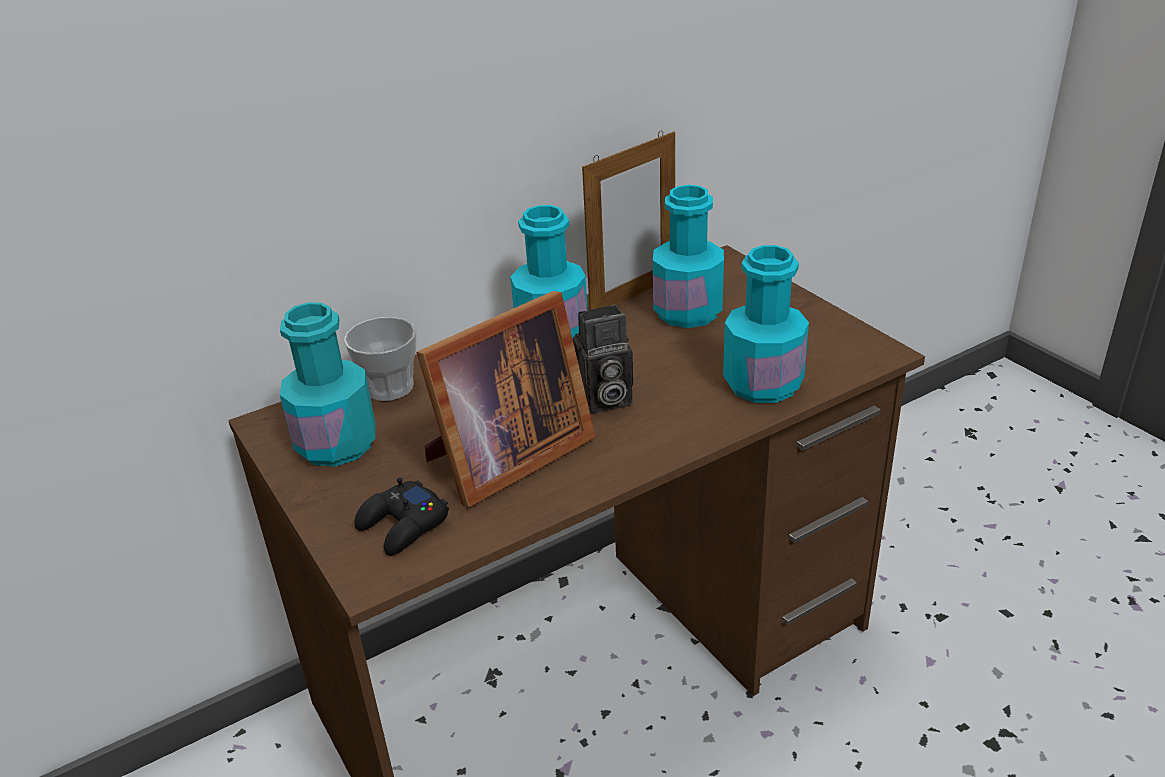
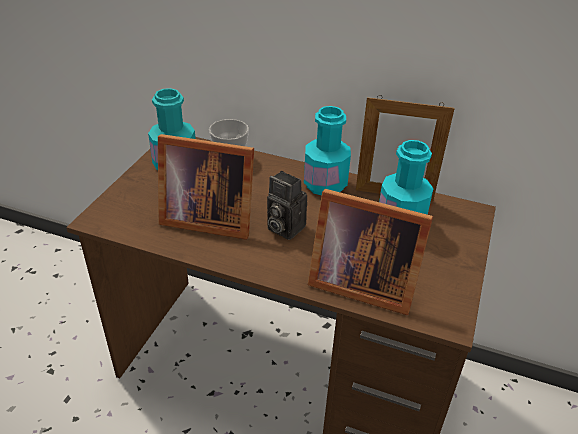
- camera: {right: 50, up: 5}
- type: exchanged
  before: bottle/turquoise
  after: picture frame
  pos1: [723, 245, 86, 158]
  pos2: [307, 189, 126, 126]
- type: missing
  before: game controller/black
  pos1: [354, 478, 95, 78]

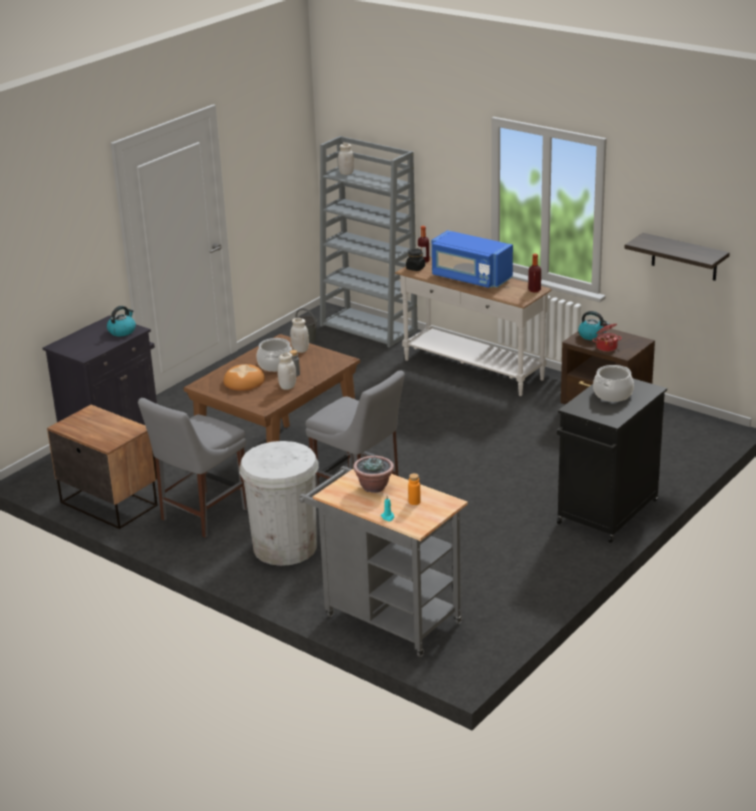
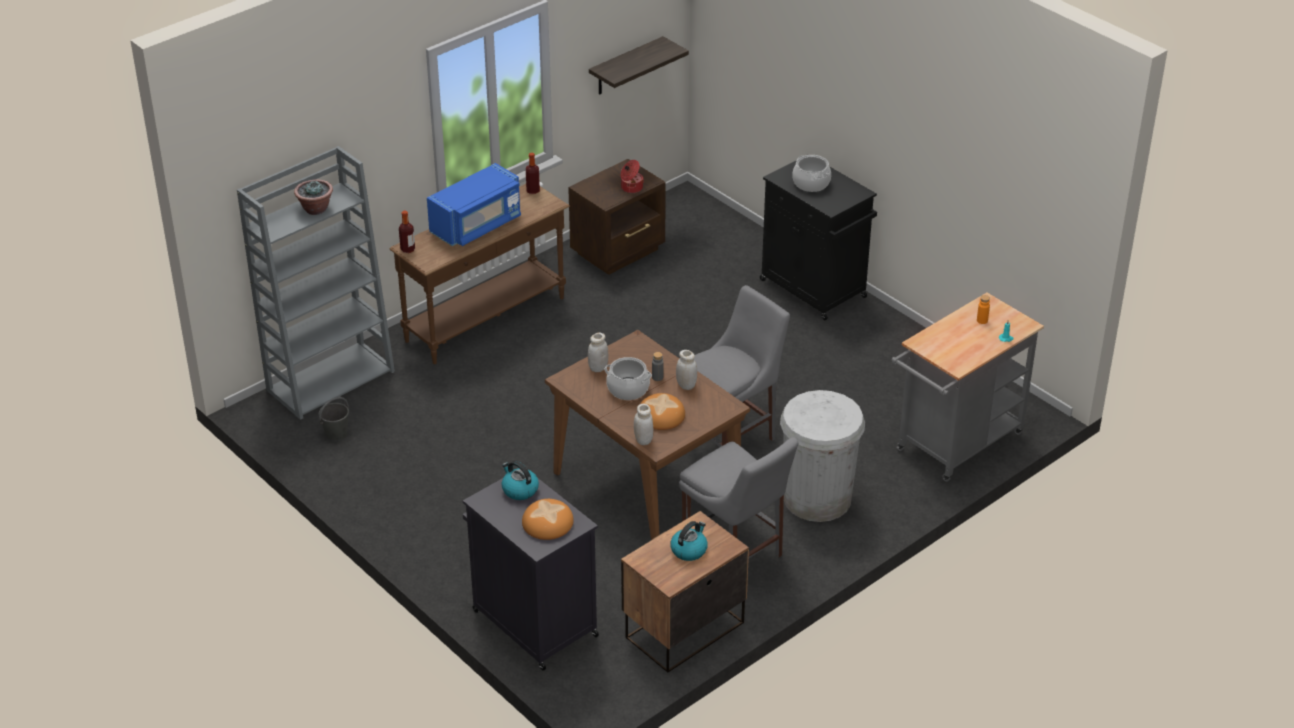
- camera: {right: -80, up: 10}
- type: relocated
  before: jar/white
  pos1: [338, 144, 16, 31]
  pos2: [634, 404, 20, 41]
- type: missing
  before: jar/black
  pos1: [406, 249, 19, 22]
- type: colour
  before: console table/white
  after: console table/brown
  pos1: [395, 257, 157, 139]
  pos2: [390, 184, 180, 180]
- type: relocated
  before: kettle
  pos1: [578, 311, 32, 29]
  pos2: [670, 521, 38, 40]
- type: relocated
  before: potted plant
  pos1: [353, 456, 41, 37]
  pos2: [294, 179, 39, 36]
- type: appeared
  after: bread
  pos2: [522, 499, 52, 41]

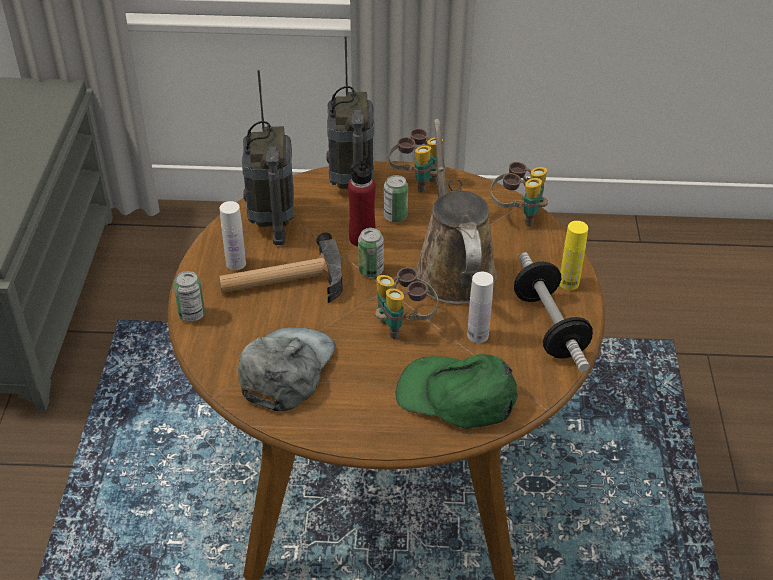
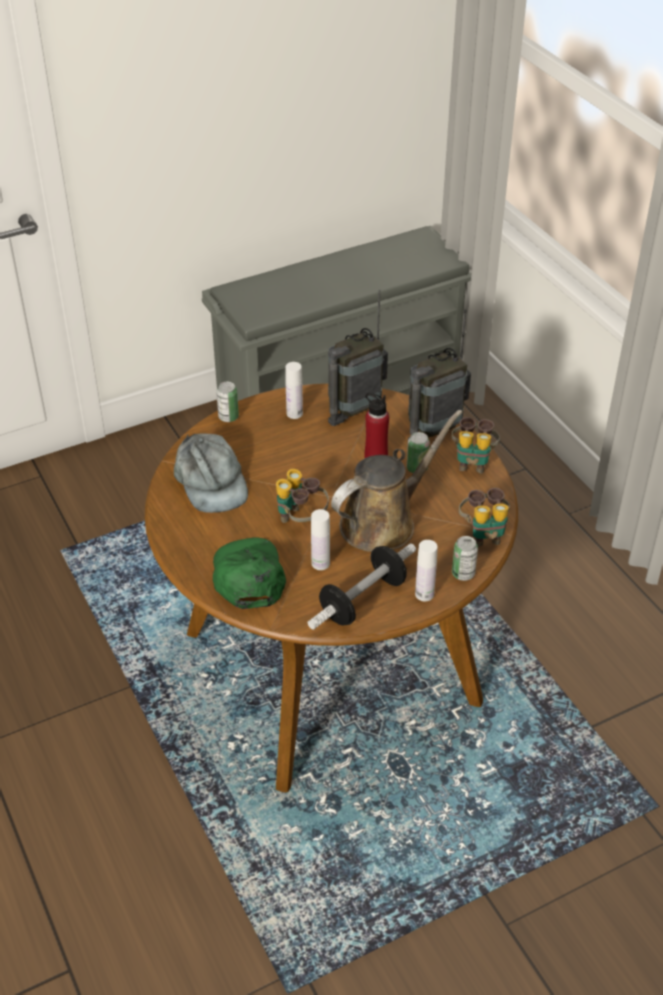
- camera: {right: 60, up: 0}
- type: colour
  before: bottle/yellow
  after: bottle/white
  pos1: [560, 221, 28, 69]
  pos2: [415, 540, 23, 61]
- type: relocated
  before: can
  pos1: [358, 228, 26, 49]
  pos2: [452, 536, 26, 45]
- type: missing
  before: hammer
  pos1: [219, 233, 124, 70]
- type: spun
  before: cap/grey
  pos1: [238, 327, 97, 84]
  pos2: [174, 434, 74, 79]
  turn: 75

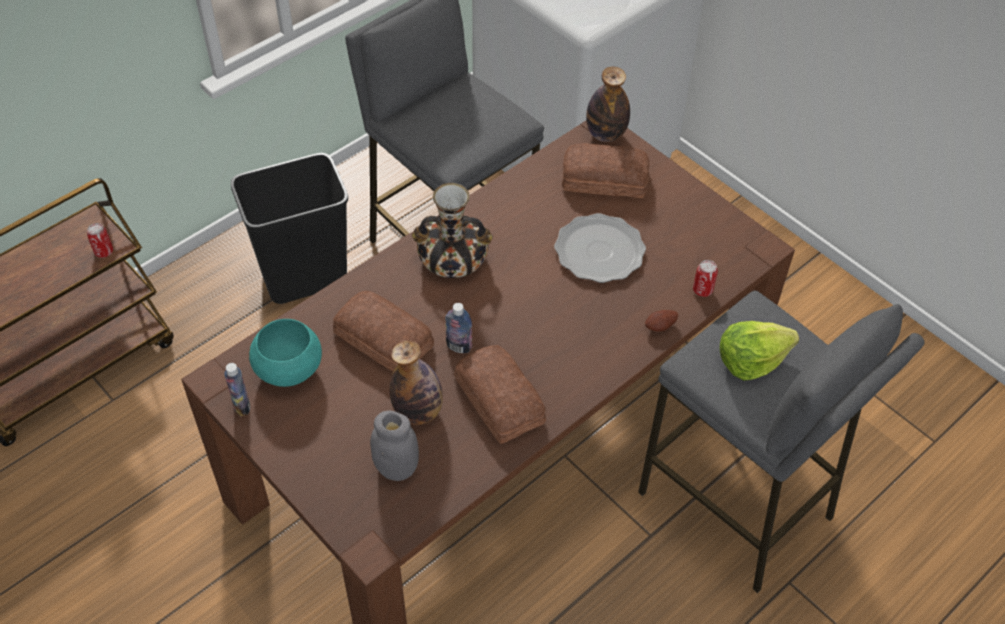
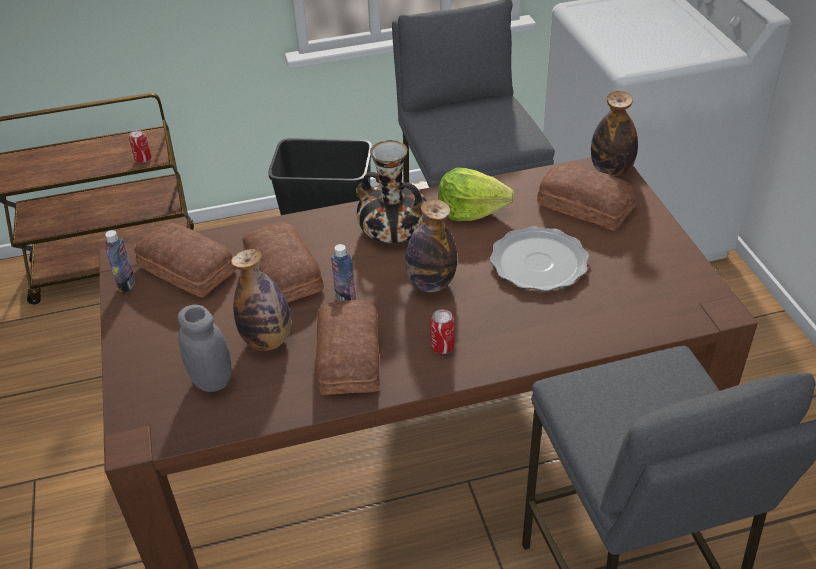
- camera: {right: 30, up: -10}
- type: relocated
  before: can
  pos1: [693, 260, 25, 37]
  pos2: [430, 310, 24, 44]
- type: missing
  before: potato
  pos1: [645, 310, 33, 21]
- type: exchanged
  before: bowl/turquoise
  after: bread
  pos1: [249, 319, 73, 68]
  pos2: [134, 223, 102, 74]
- type: relocated
  before: lettuce
  pos1: [719, 321, 80, 59]
  pos2: [438, 167, 76, 54]
- type: appeared
  after: bottle
  pos2: [405, 199, 52, 93]

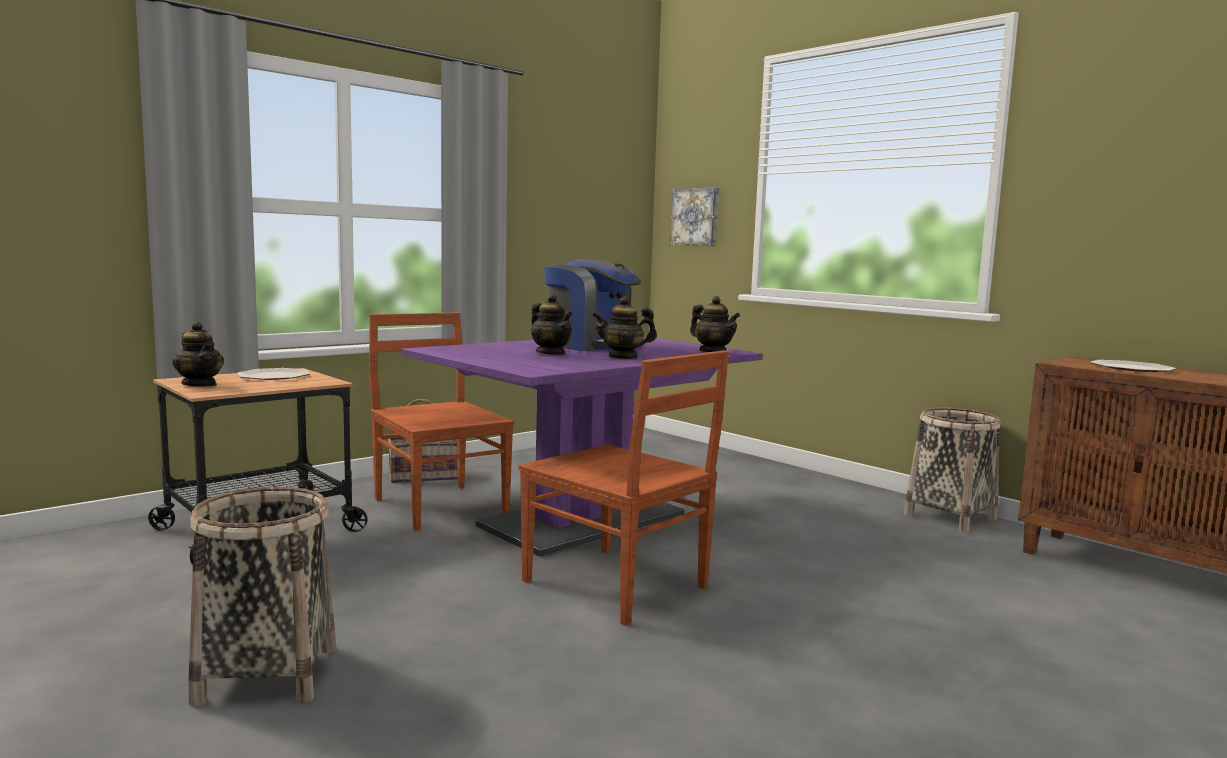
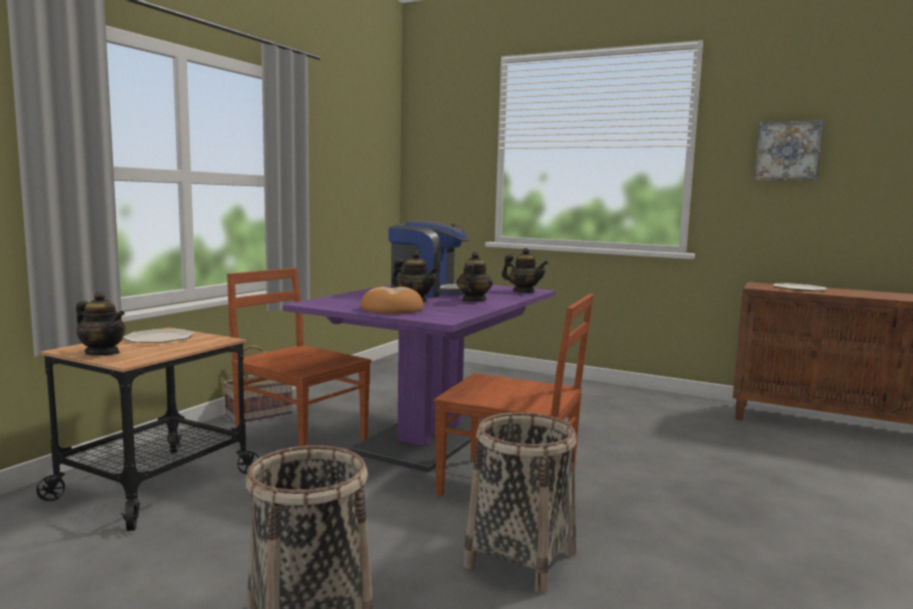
- camera: {right: -20, up: 0}
- type: relocated
  before: picture
  pos1: [670, 187, 49, 59]
  pos2: [754, 120, 70, 61]
- type: spun
  before: teapot
  pos1: [592, 296, 65, 63]
  pos2: [457, 252, 36, 50]
  turn: 135
- type: relocated
  before: basket
  pos1: [904, 407, 97, 125]
  pos2: [463, 412, 114, 181]
- type: appeared
  after: bread
  pos2: [360, 286, 63, 28]

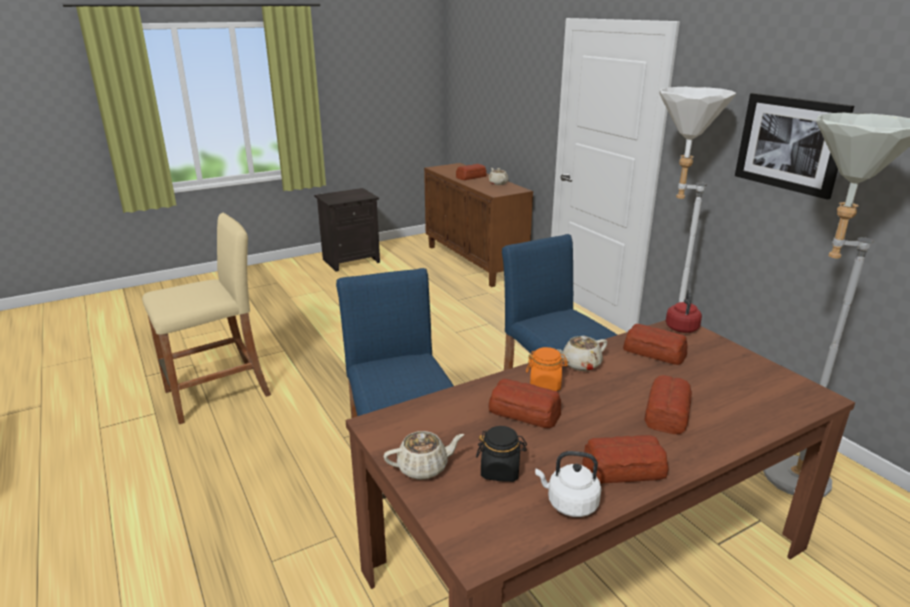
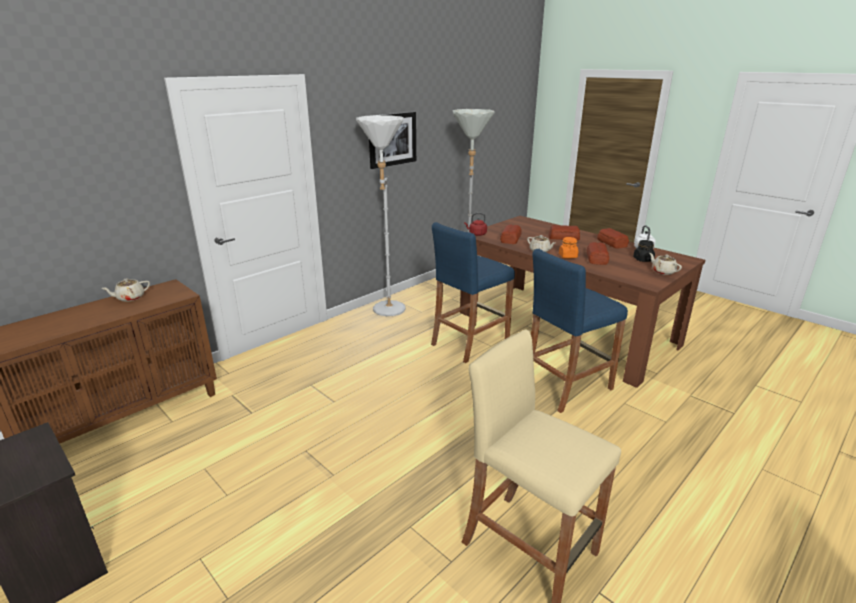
- camera: {right: -105, up: 0}
- type: missing
  before: bread
  pos1: [456, 164, 31, 16]

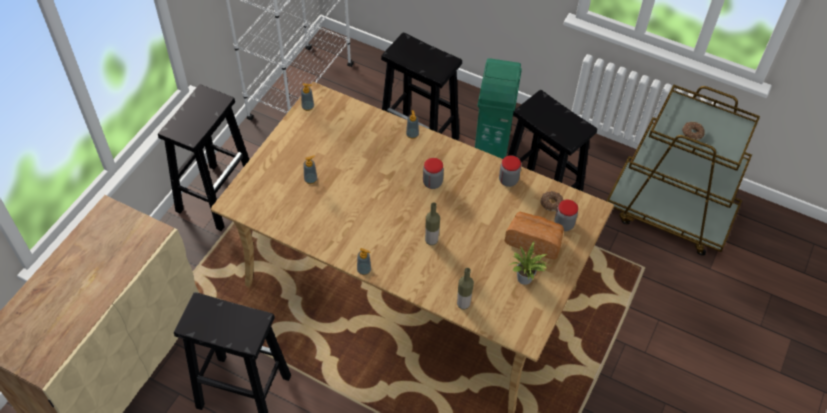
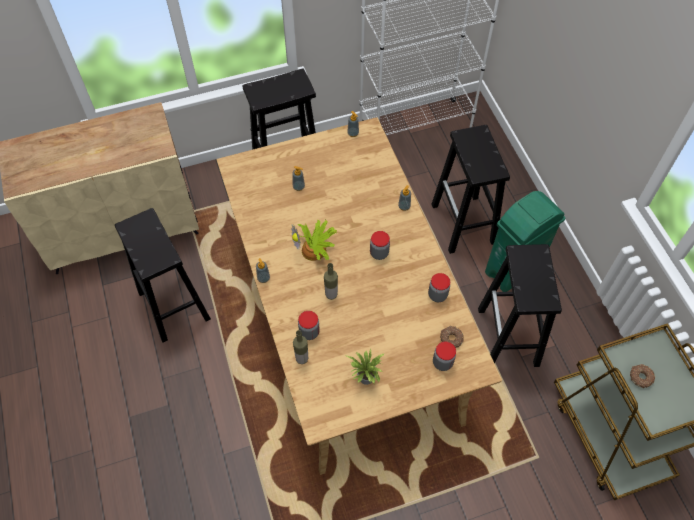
- camera: {right: 45, up: 5}
- type: missing
  before: bread
  pos1: [504, 212, 60, 48]
- type: appeared
  after: potted plant
  pos2: [291, 220, 46, 41]
- type: appeared
  after: jar
  pos2: [298, 311, 22, 29]

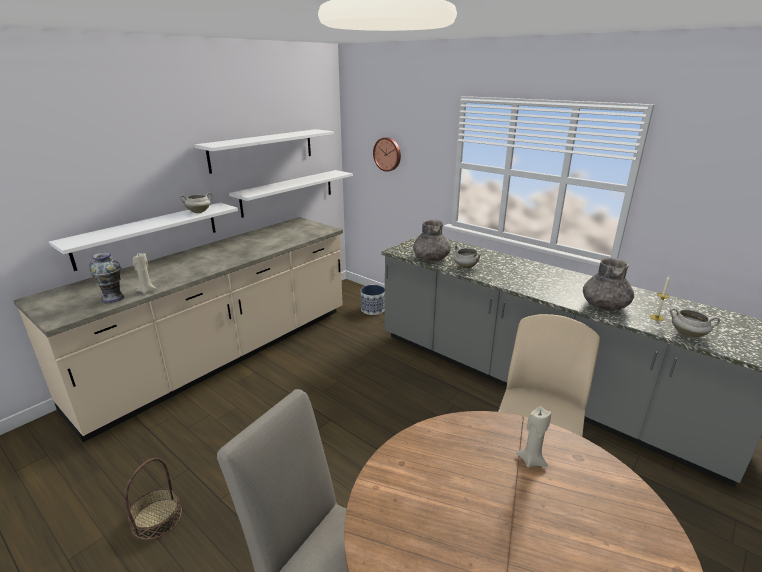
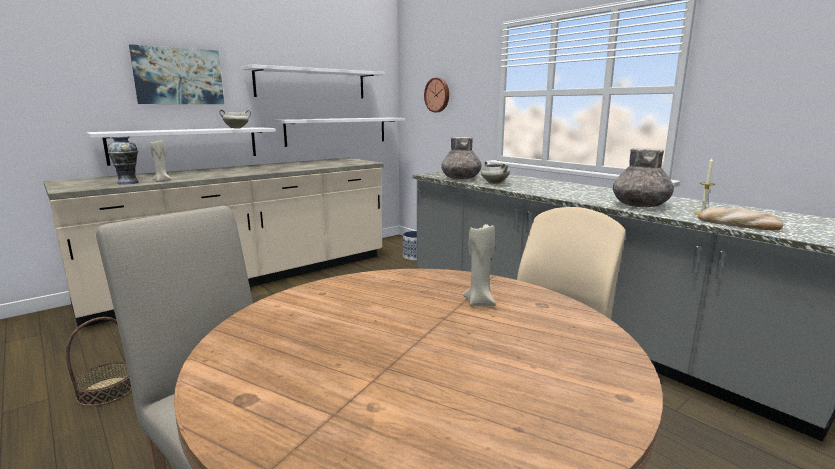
- camera: {right: 10, up: -10}
- type: exchanged
  before: cooking pot/white
  after: bread
  pos1: [670, 308, 50, 30]
  pos2: [698, 207, 85, 23]
- type: appeared
  after: picture
  pos2: [129, 44, 95, 60]

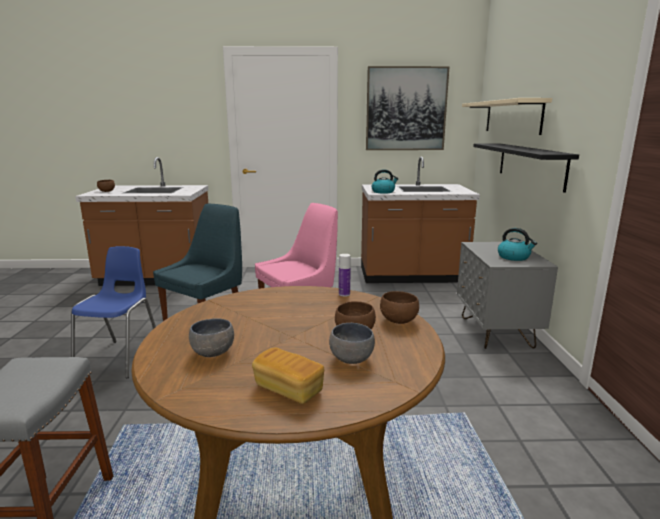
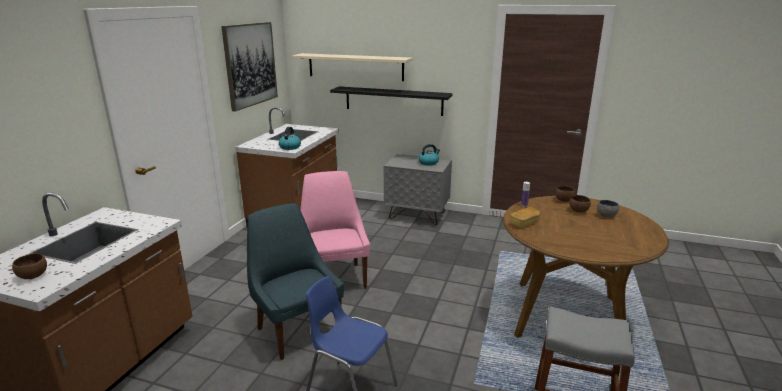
- camera: {right: -70, up: 5}
- type: missing
  before: bowl/grey
  pos1: [189, 318, 45, 39]
- type: relocated
  before: bread
  pos1: [252, 347, 72, 57]
  pos2: [511, 208, 29, 20]

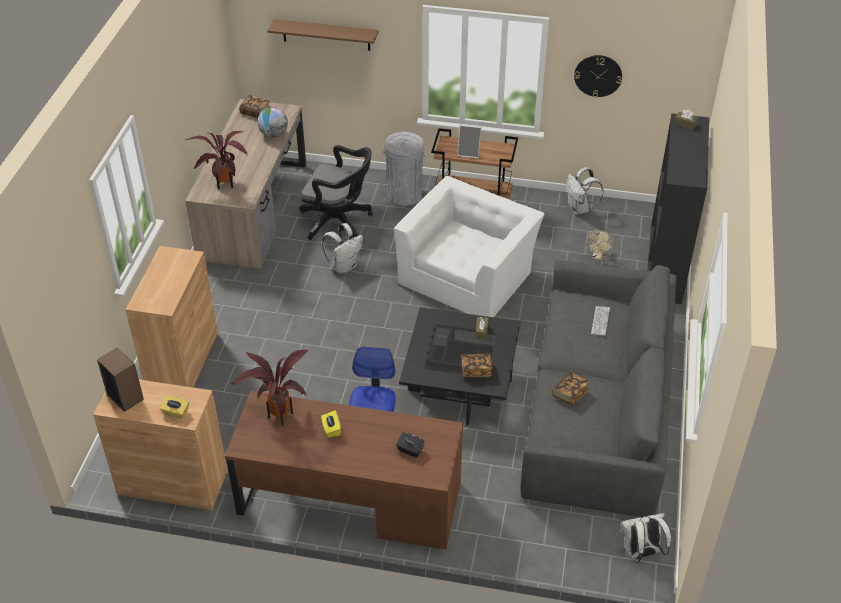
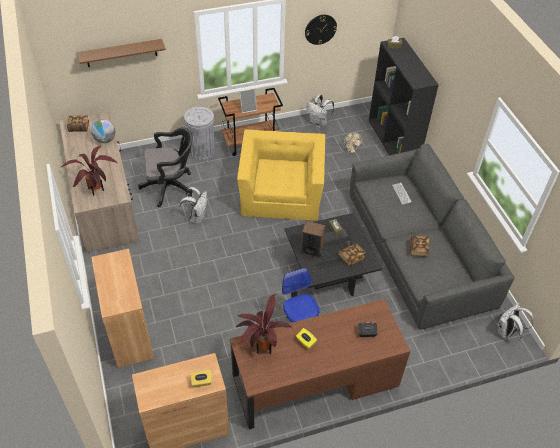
- camera: {right: -30, up: 5}
- type: colour
  before: armchair/white
  after: armchair/yellow
  pos1: [394, 175, 150, 142]
  pos2: [237, 129, 88, 92]
- type: relocated
  before: speaker
  pos1: [97, 348, 47, 64]
  pos2: [300, 221, 26, 37]

